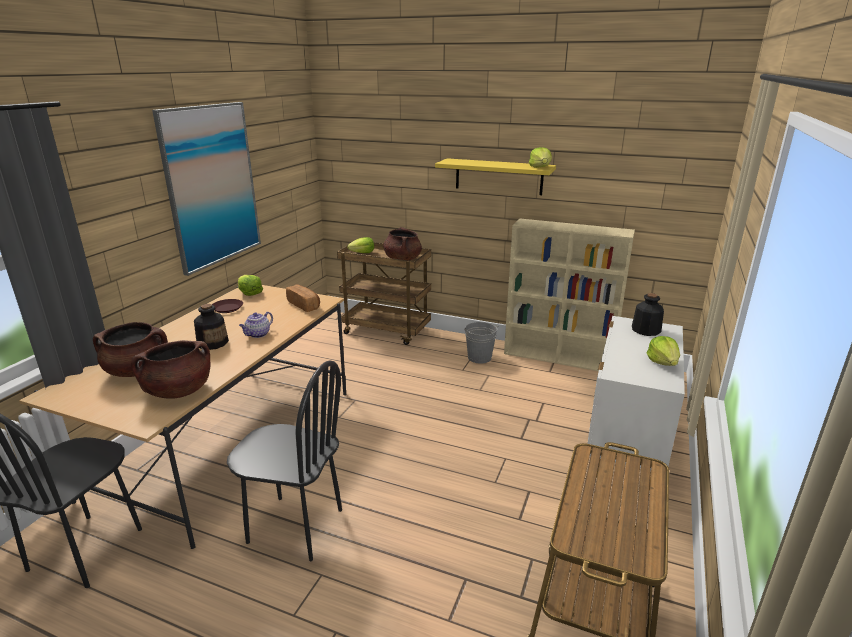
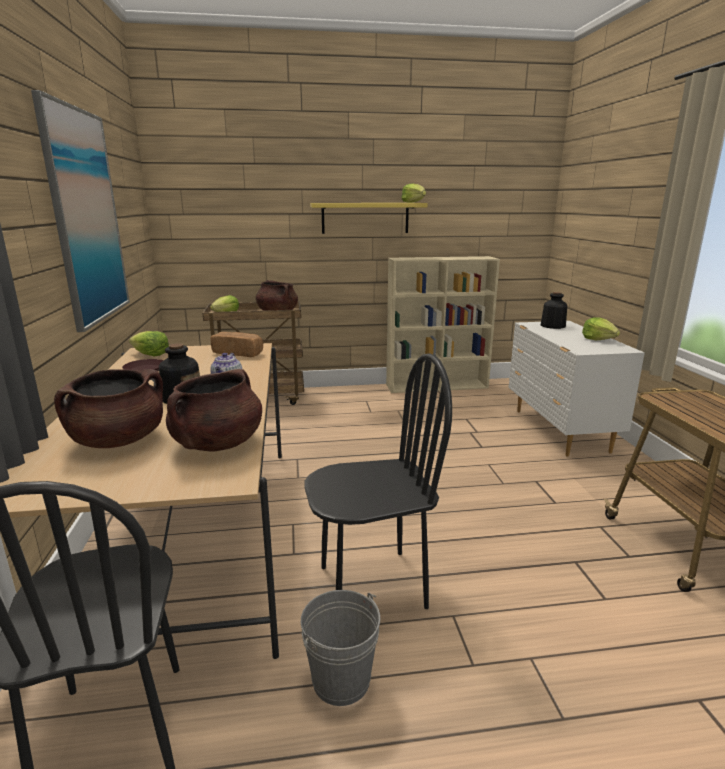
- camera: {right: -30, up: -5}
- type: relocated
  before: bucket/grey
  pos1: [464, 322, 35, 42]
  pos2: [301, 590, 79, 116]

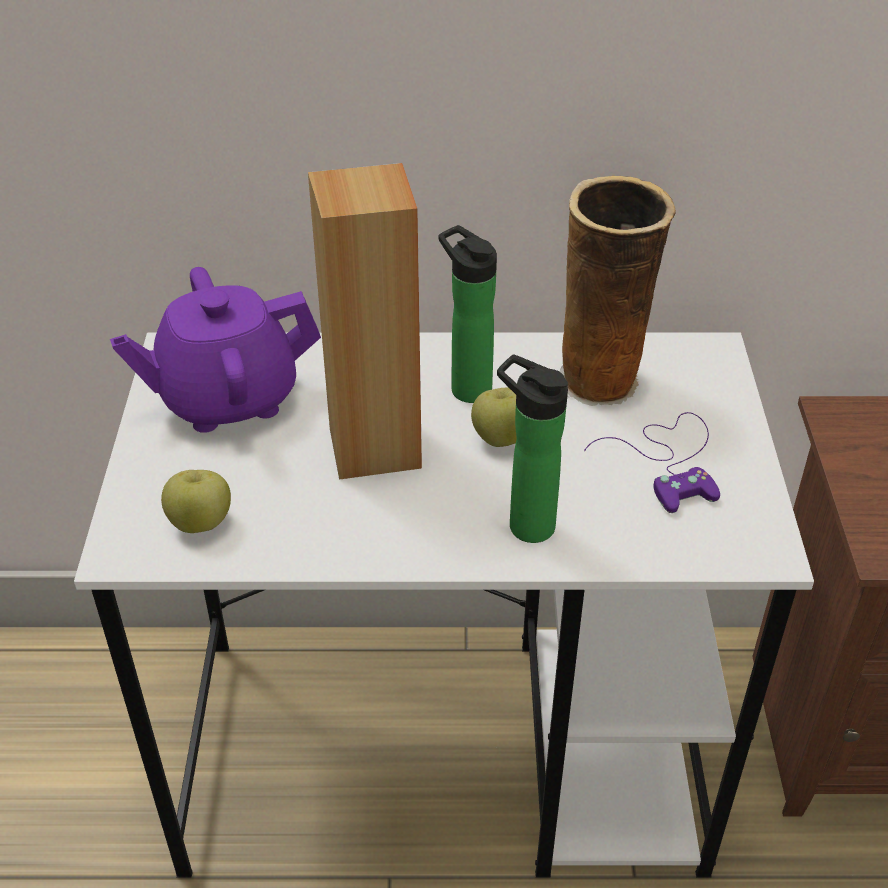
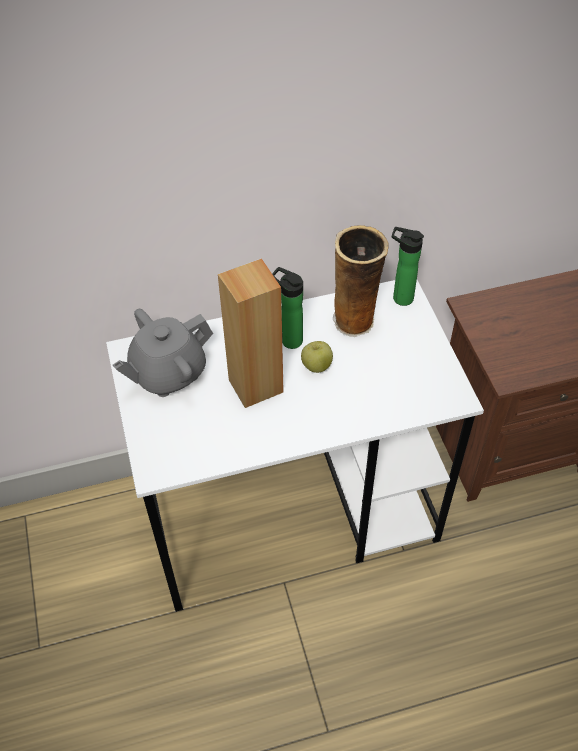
- camera: {right: -15, up: 10}
- type: colour
  before: teapot/purple
  after: teapot/grey
  pos1: [110, 267, 211, 166]
  pos2: [113, 309, 100, 88]
- type: relocated
  before: bottle
  pos1: [497, 354, 71, 189]
  pos2: [392, 227, 32, 79]
- type: missing
  before: game controller/purple
  pos1: [584, 412, 136, 101]
- type: missing
  before: apple
  pos1: [161, 470, 70, 63]

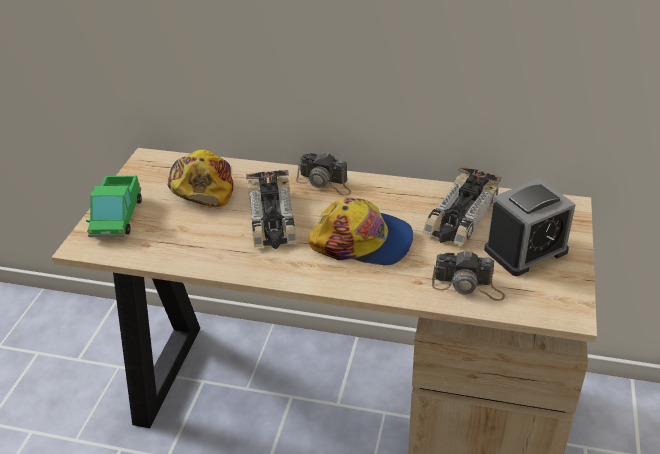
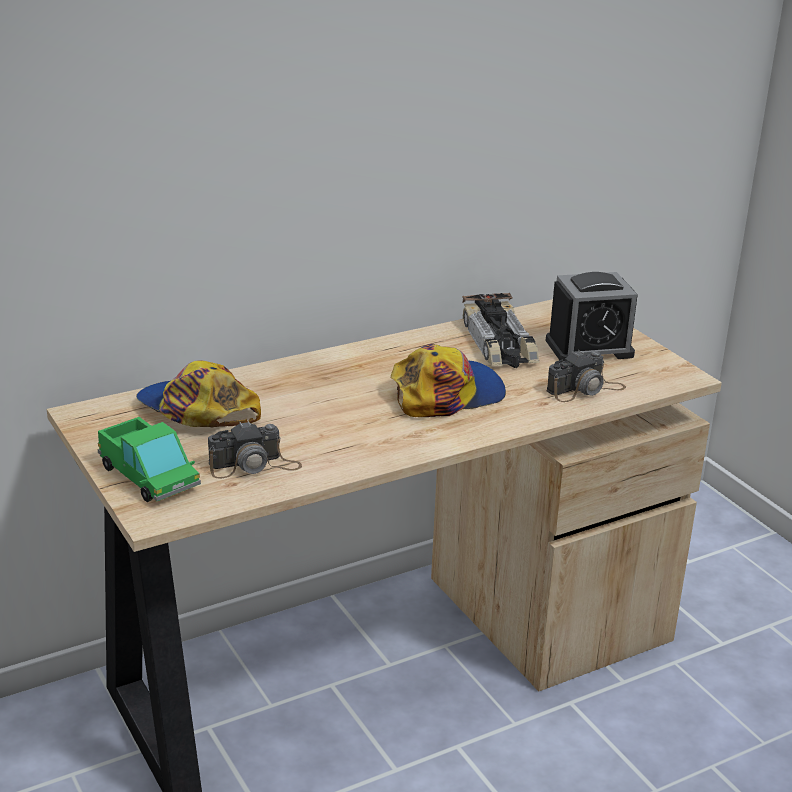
- camera: {right: -45, up: -10}
- type: relocated
  before: photo camera
  pos1: [296, 153, 55, 43]
  pos2: [208, 421, 94, 57]
- type: missing
  before: toy car
  pos1: [246, 170, 51, 79]
- type: spun
  before: alarm clock
  pos1: [484, 178, 92, 98]
  pos2: [546, 272, 92, 89]
  turn: 60

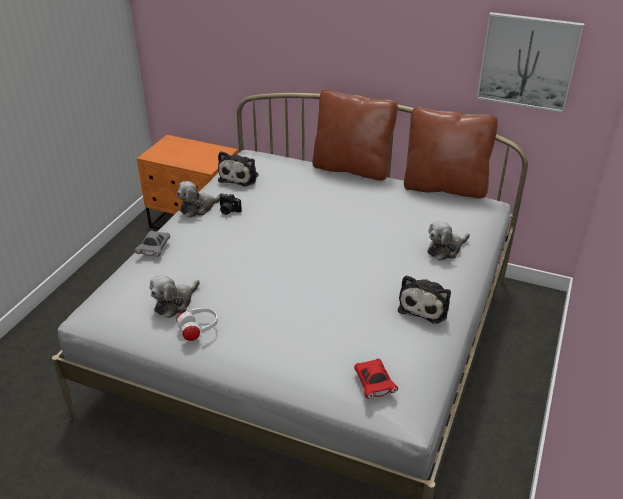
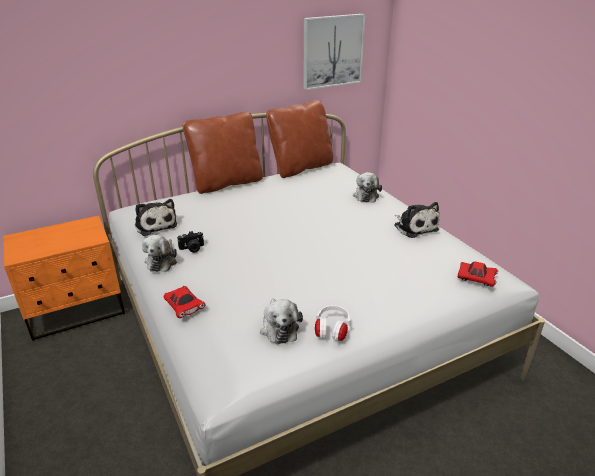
- camera: {right: -50, up: -5}
- type: colour
  before: toy car/grey
  after: toy car/red
  pos1: [134, 230, 36, 27]
  pos2: [164, 286, 41, 32]

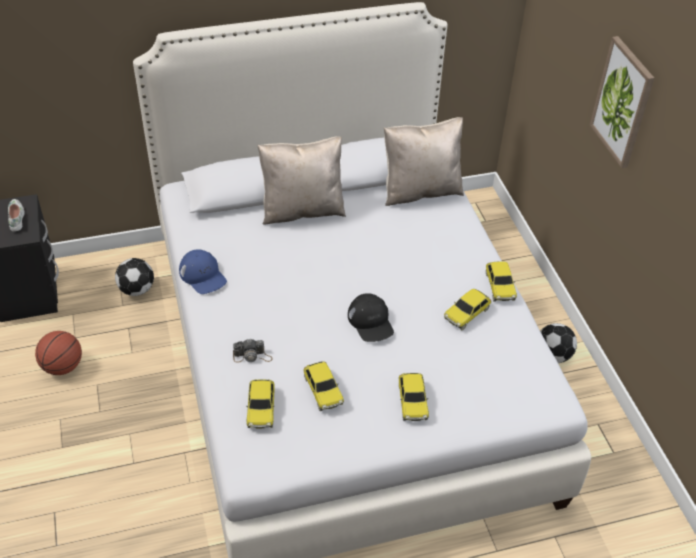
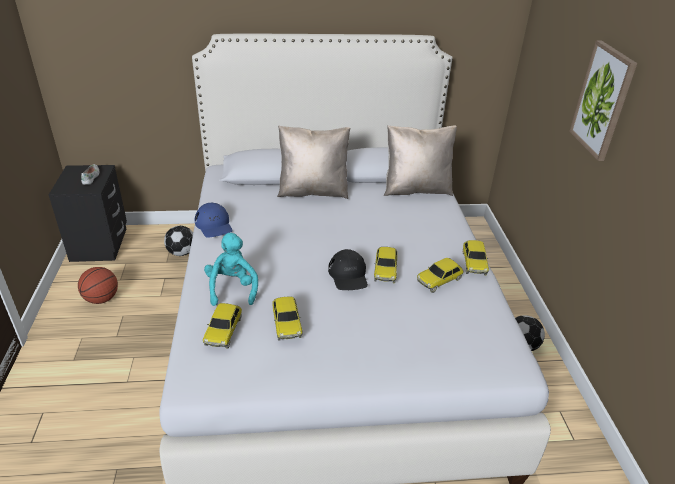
- camera: {right: 10, up: -10}
- type: exchanged
  before: photo camera
  after: plush toy/turquoise
  pos1: [233, 339, 39, 24]
  pos2: [204, 233, 54, 73]
- type: relocated
  before: toy car
  pos1: [399, 373, 30, 48]
  pos2: [374, 247, 24, 36]

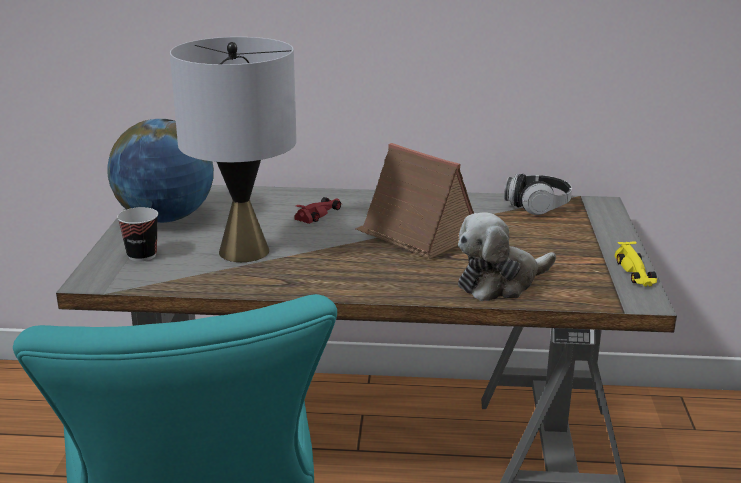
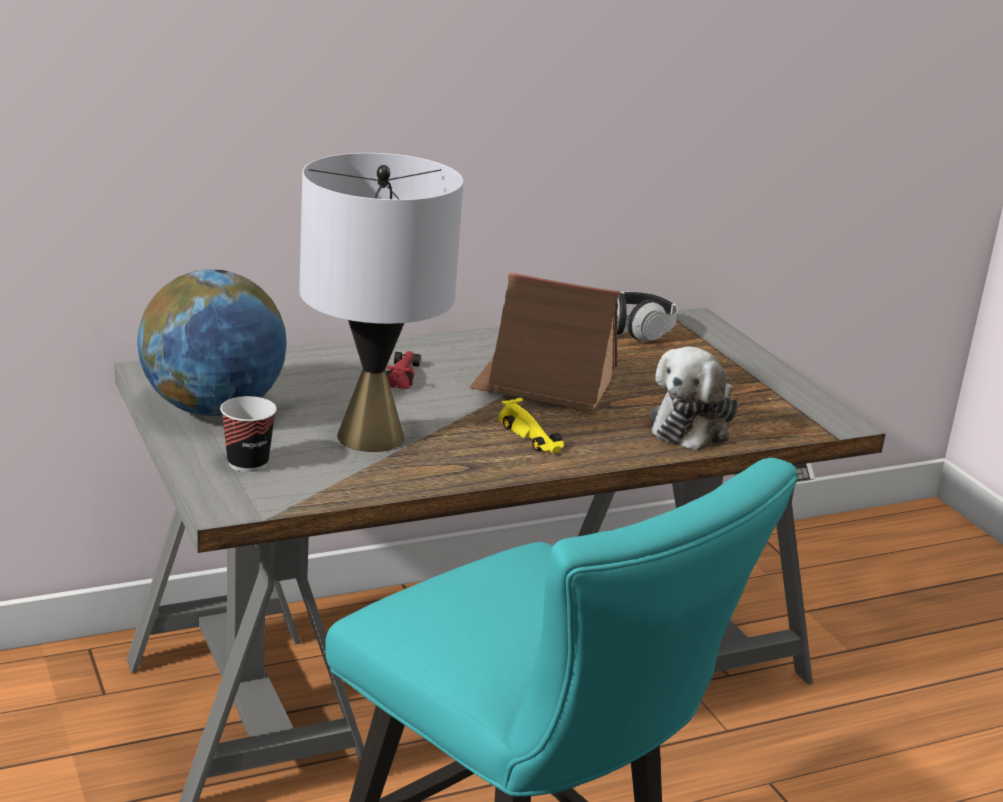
- camera: {right: -30, up: 0}
- type: relocated
  before: toy car/yellow
  pos1: [614, 241, 43, 46]
  pos2: [498, 398, 66, 55]

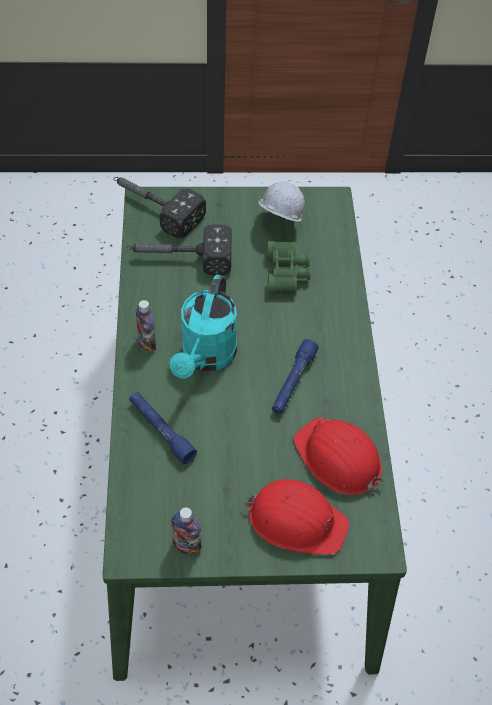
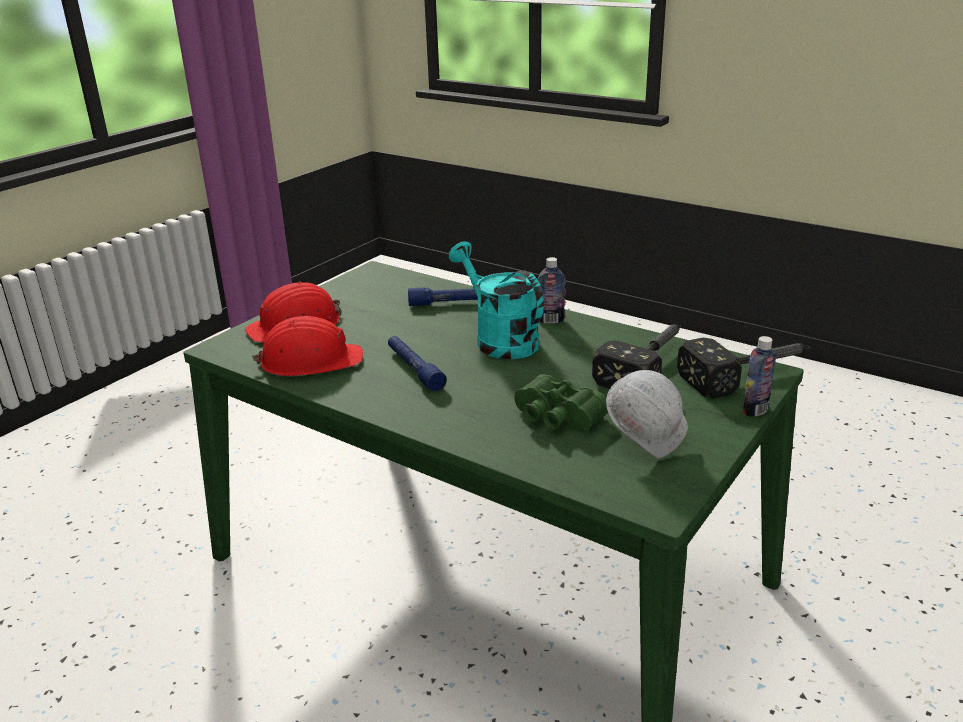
- camera: {right: 130, up: -25}
- type: relocated
  before: bottle
  pos1: [171, 507, 30, 47]
  pos2: [742, 336, 34, 81]

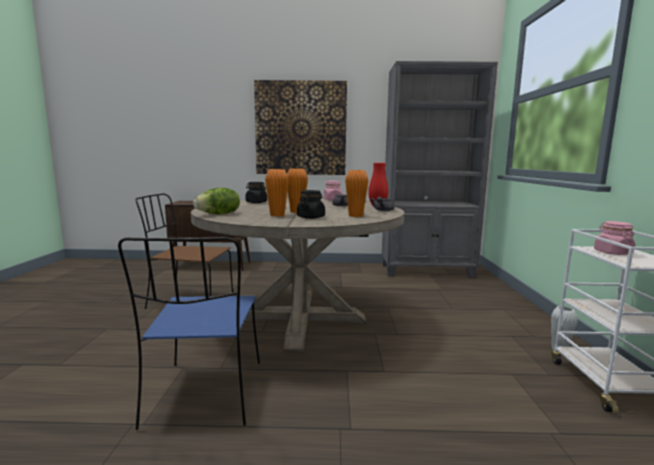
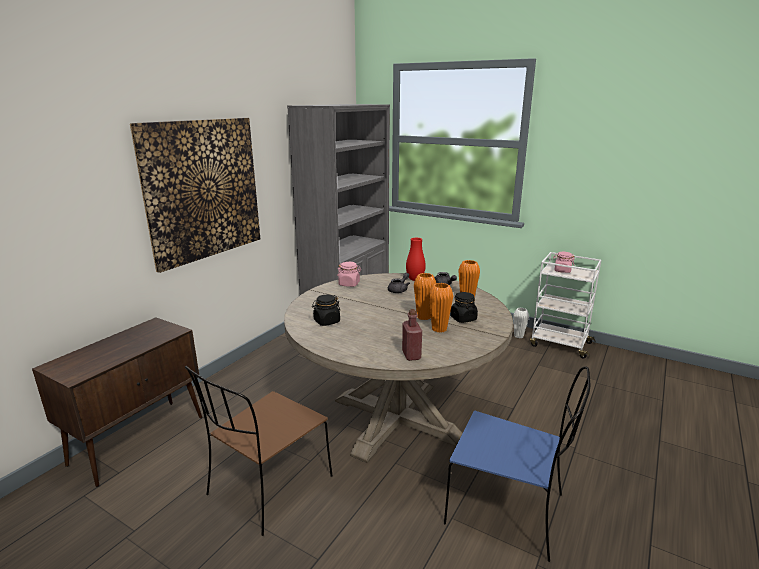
- camera: {right: -60, up: 10}
- type: exchanged
  before: lettuce
  after: bottle/red
  pos1: [193, 188, 47, 26]
  pos2: [402, 309, 20, 52]

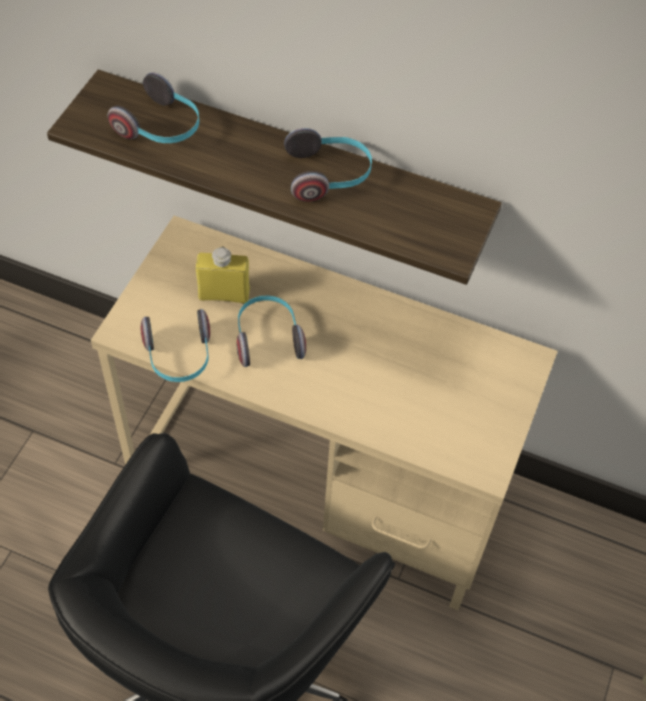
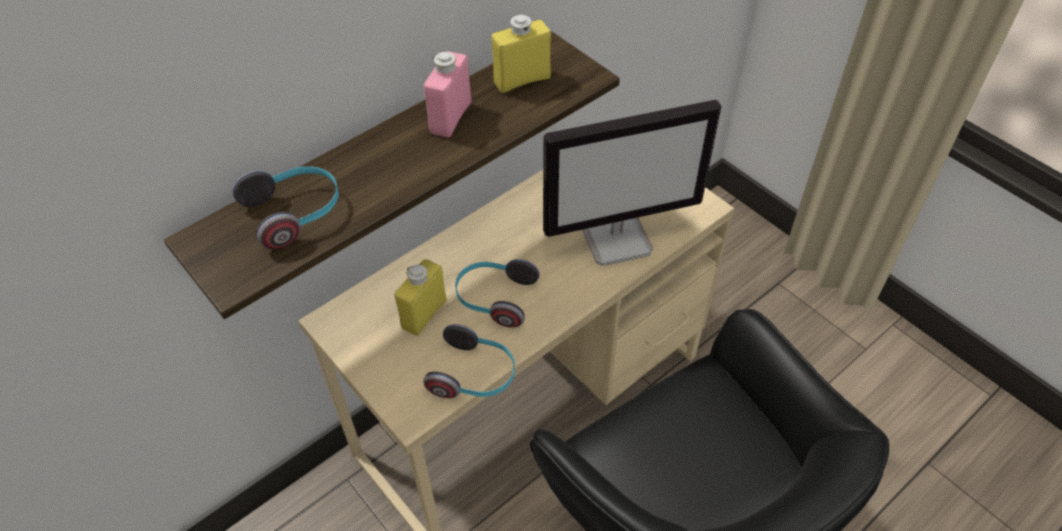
- camera: {right: -60, up: -5}
- type: exchanged
  before: headphones
  after: bottle/pink
  pos1: [284, 128, 88, 74]
  pos2: [424, 51, 47, 87]
- type: appeared
  after: bottle/yellow
  pos2: [491, 15, 60, 78]
- type: appeared
  after: monitor
  pos2: [543, 100, 179, 166]

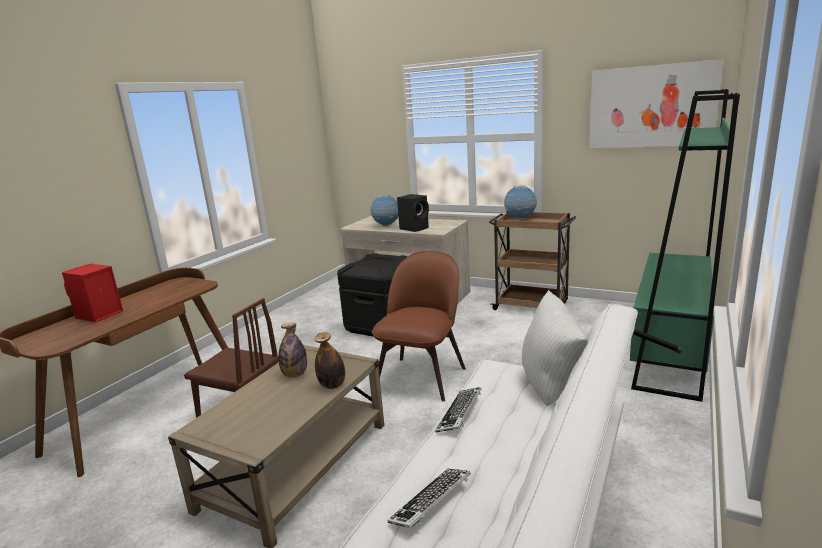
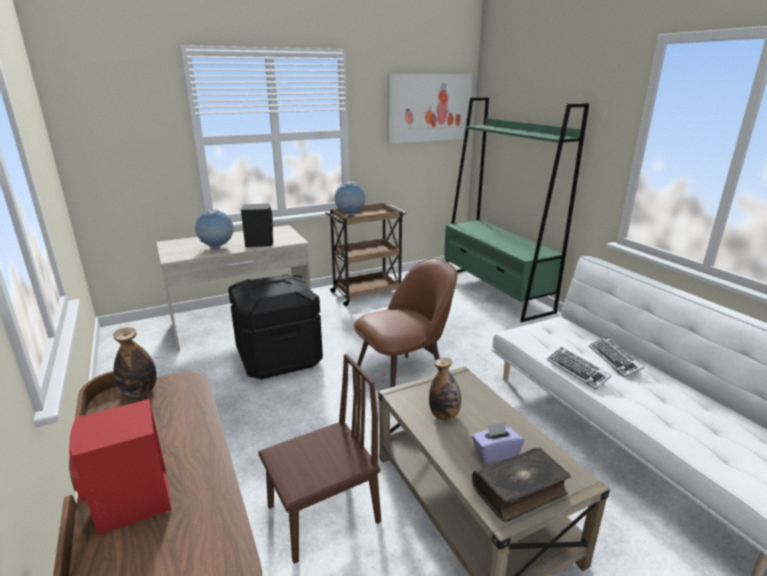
- camera: {right: -55, up: 5}
- type: spun
  before: chair/brown
  pos1: [372, 251, 94, 150]
  pos2: [353, 258, 105, 130]
  turn: 90
- type: missing
  before: pillow/white
  pos1: [522, 290, 66, 116]
- type: relocated
  before: bottle
  pos1: [315, 332, 30, 57]
  pos2: [113, 328, 44, 69]
- type: relocated
  before: keyboard
  pos1: [388, 469, 83, 59]
  pos2: [589, 337, 55, 40]
- type: appeared
  after: tissue box/purple
  pos2: [472, 422, 52, 42]
- type: appeared
  after: book
  pos2: [472, 448, 99, 74]

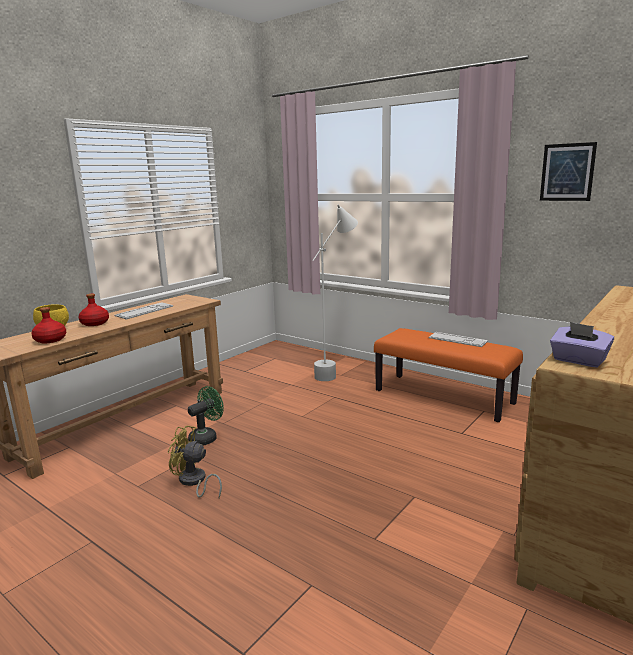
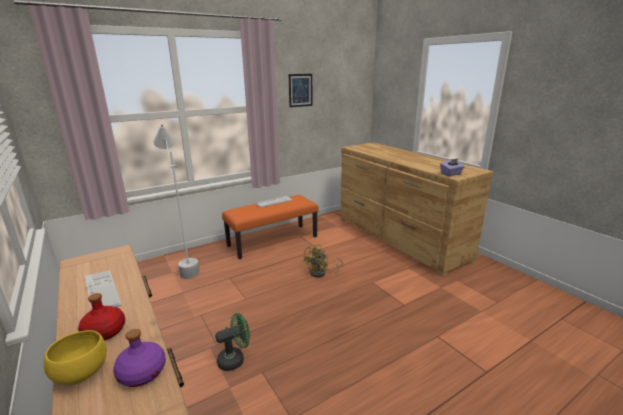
- camera: {right: -70, up: 5}
- type: colour
  before: bottle/red
  after: bottle/purple
  pos1: [31, 307, 36, 36]
  pos2: [113, 329, 53, 58]
- type: spun
  before: fan/green
  pos1: [188, 386, 36, 59]
  pos2: [215, 313, 35, 58]
  turn: 90
- type: relocated
  before: fan/yellow
  pos1: [168, 425, 54, 73]
  pos2: [303, 244, 40, 34]

